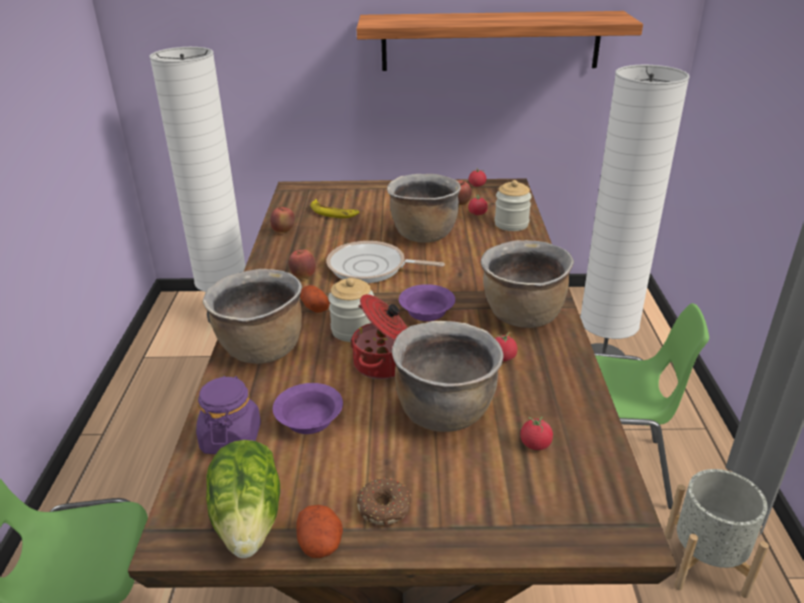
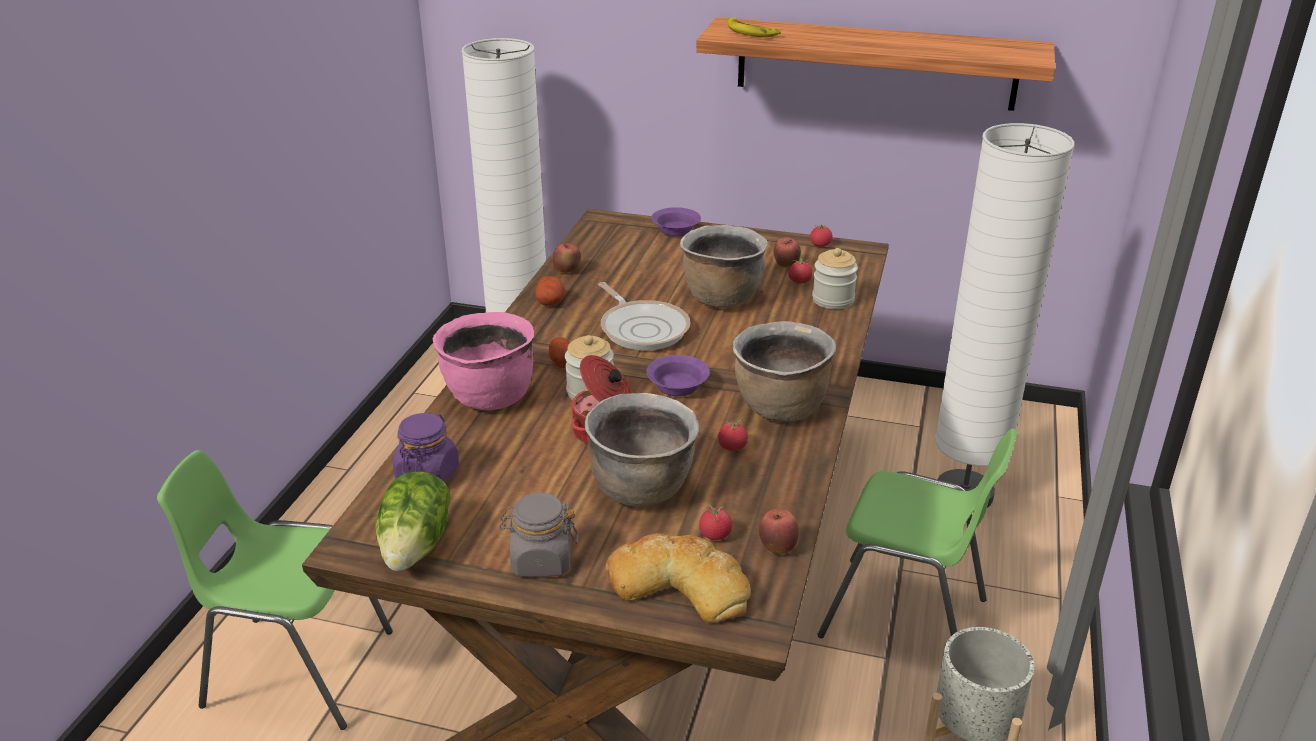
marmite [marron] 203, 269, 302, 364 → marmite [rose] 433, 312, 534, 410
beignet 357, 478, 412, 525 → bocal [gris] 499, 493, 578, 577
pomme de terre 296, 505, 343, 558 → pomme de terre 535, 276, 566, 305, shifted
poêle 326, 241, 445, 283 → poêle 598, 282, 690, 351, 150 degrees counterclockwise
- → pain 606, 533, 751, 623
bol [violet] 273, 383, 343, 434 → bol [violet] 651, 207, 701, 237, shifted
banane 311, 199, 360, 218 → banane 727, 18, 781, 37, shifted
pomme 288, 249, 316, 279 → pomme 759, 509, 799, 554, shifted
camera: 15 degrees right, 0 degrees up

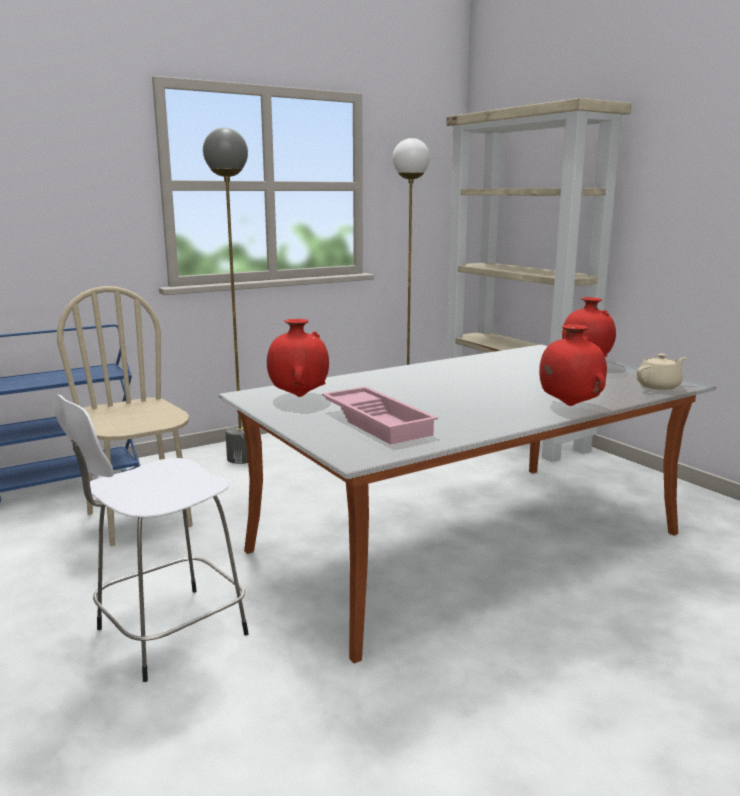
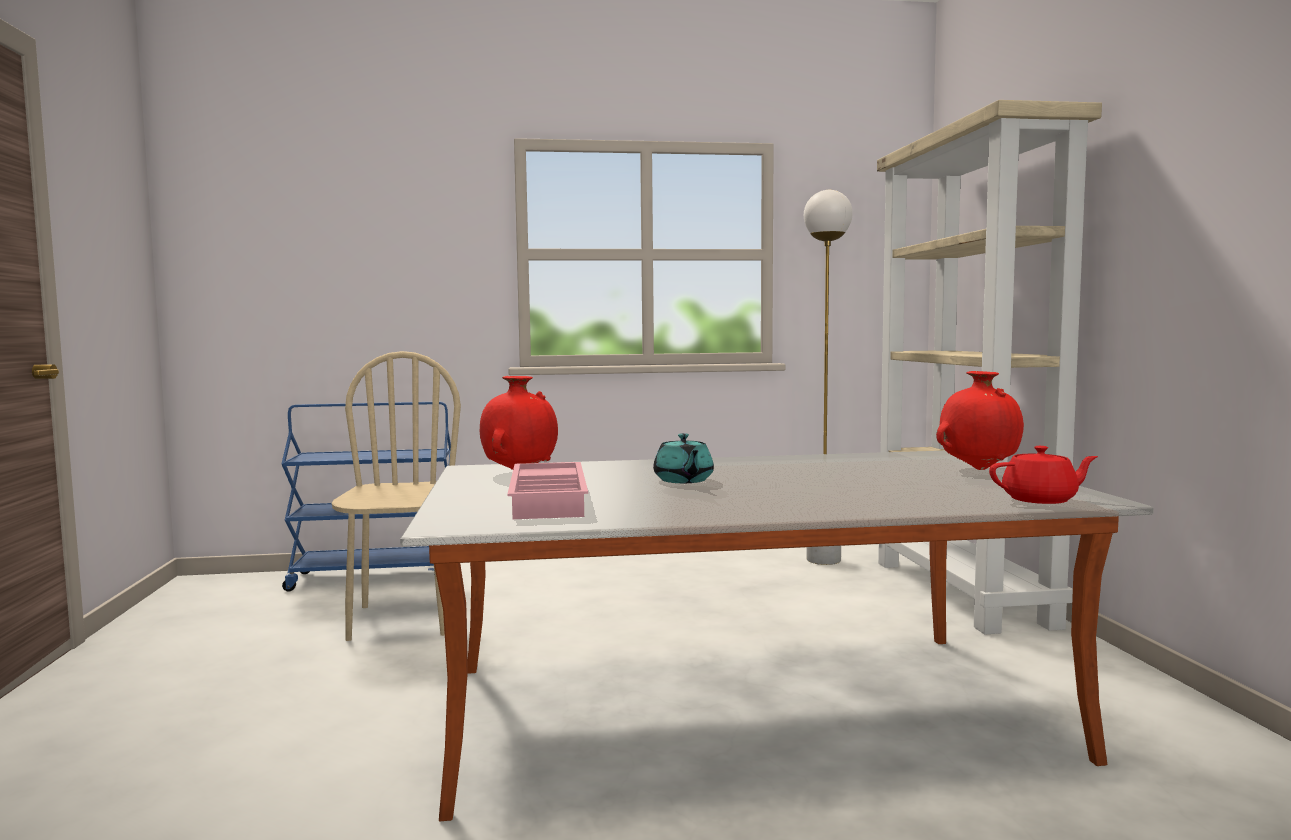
- → théière [turquoise] 653, 433, 714, 483
théière [beige] 637, 354, 686, 390 → théière [rouge] 989, 446, 1098, 504
tabouret [blanc] 53, 394, 249, 682 → -
lampadaire [gris] 203, 128, 248, 464 → -
vase [rouge] 539, 325, 607, 406 → -
camera: 25 degrees right, 10 degrees down

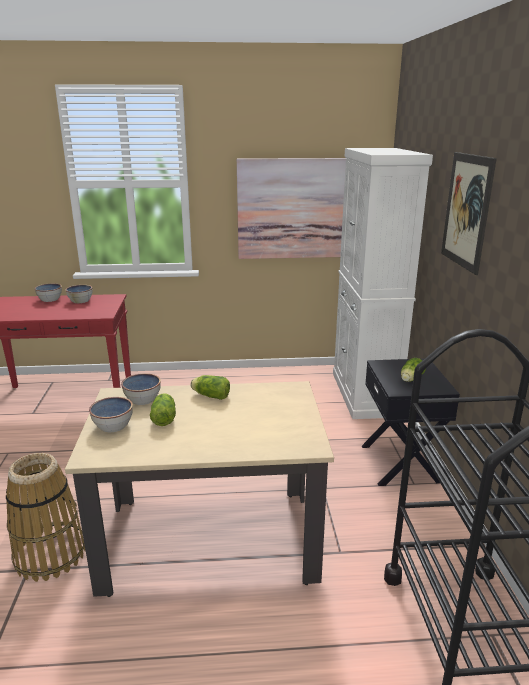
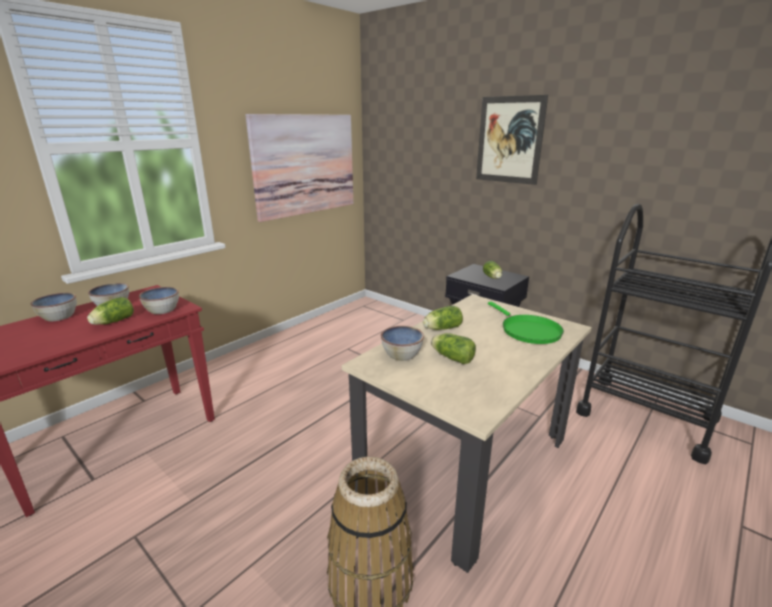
- → laitue 87, 297, 134, 325
bol 89, 397, 133, 432 → bol 139, 287, 179, 314, shifted
- → poêle [vert] 488, 302, 564, 344
meuble de rangement [blanc] 333, 148, 433, 419 → -
camera: 45 degrees left, 0 degrees up

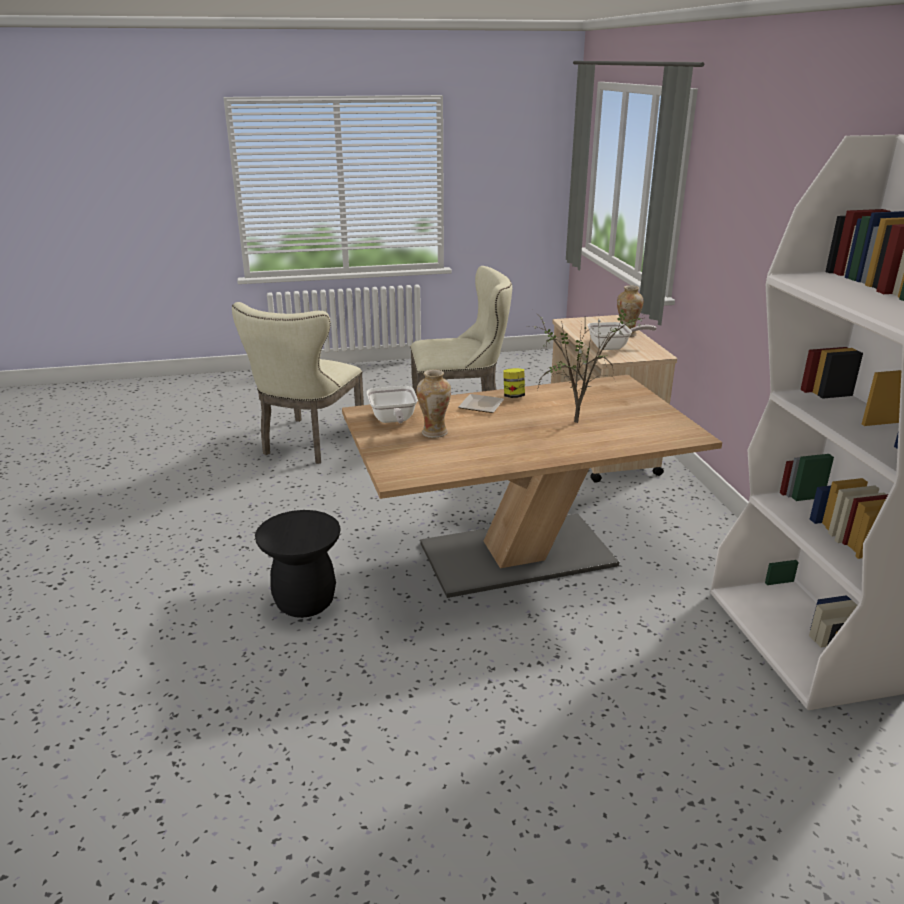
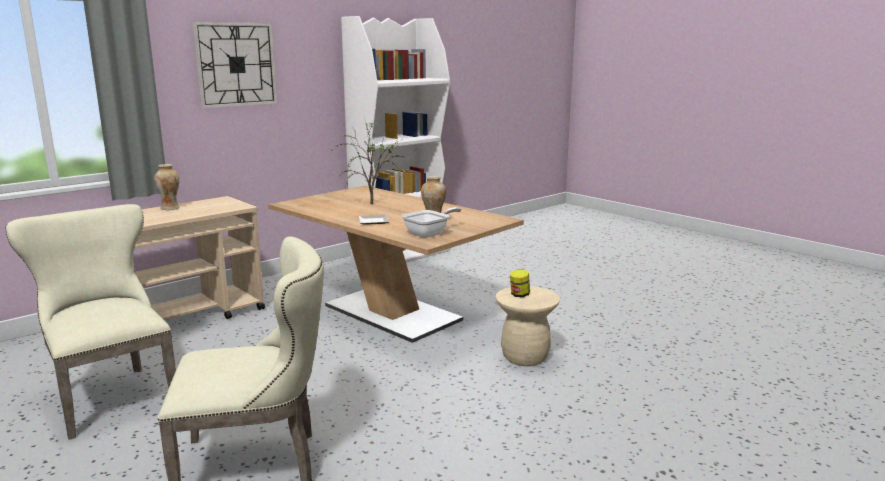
- → horloge murale 193, 22, 277, 108
tabouret [noir] 255, 510, 341, 618 → tabouret [beige] 496, 286, 560, 366
bocal 503, 368, 525, 398 → bocal 510, 269, 530, 297, shifted
poêle 588, 322, 656, 350 → -
camera: 120 degrees left, 10 degrees down

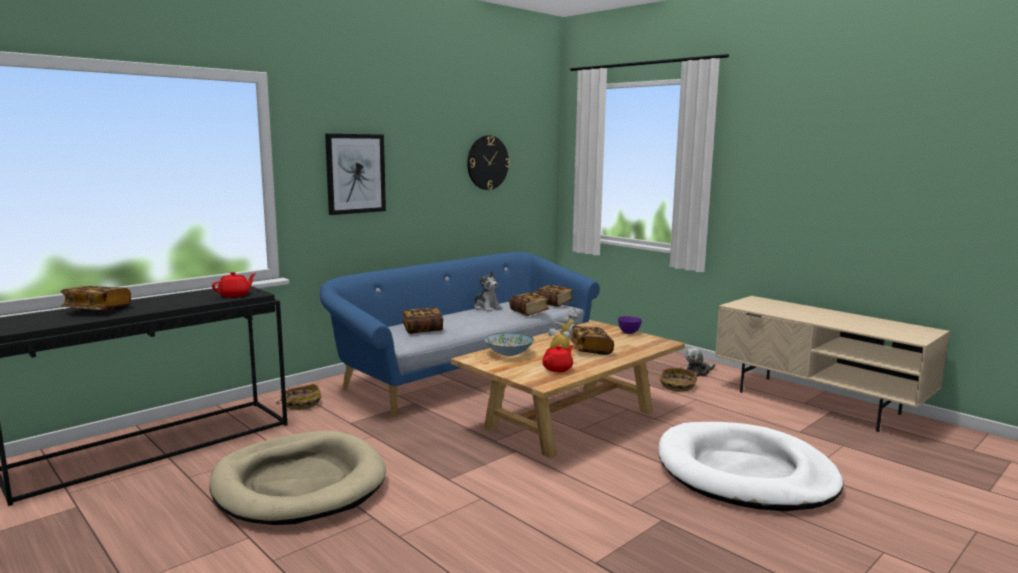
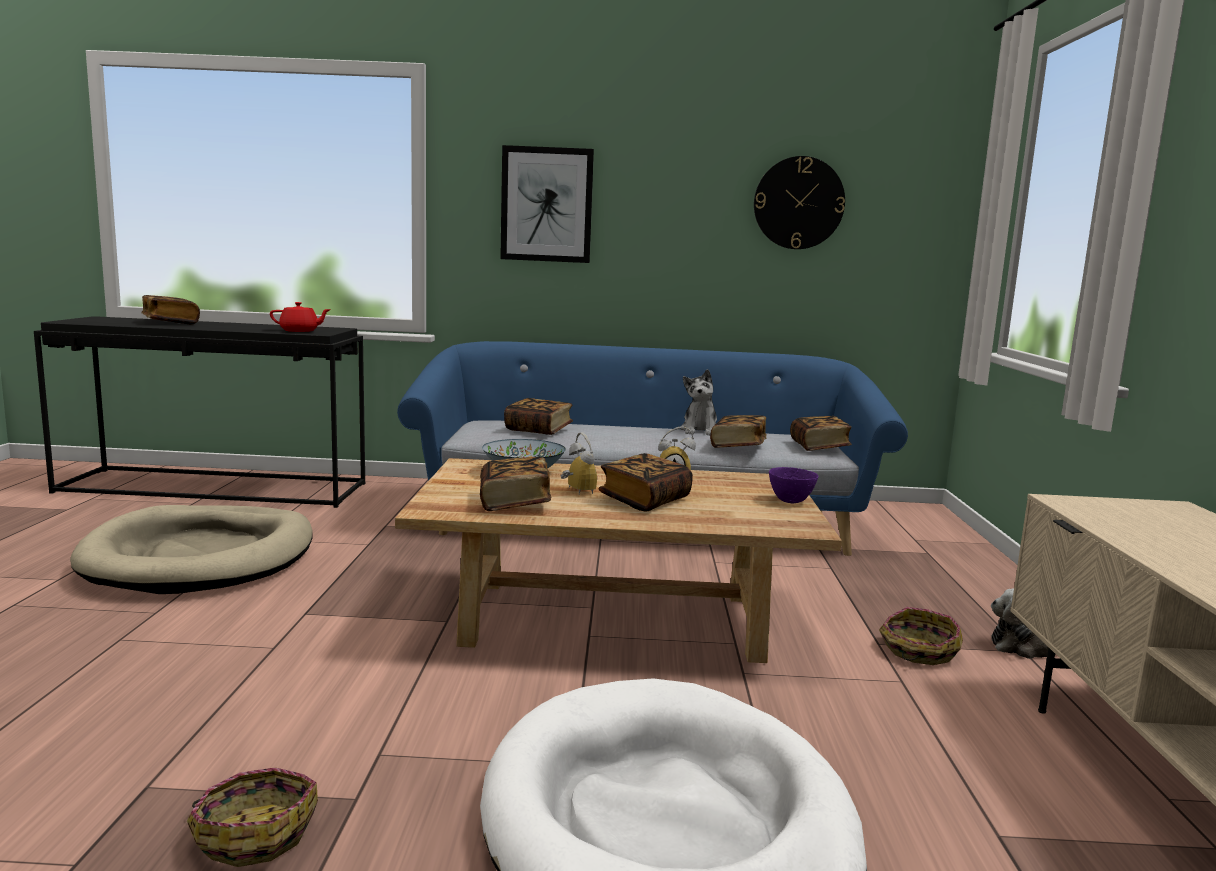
panier 276, 383, 322, 410 → panier 187, 767, 318, 867, shifted
théière [rouge] 542, 345, 573, 372 → livre 480, 457, 551, 511
camera: 45 degrees right, 0 degrees up

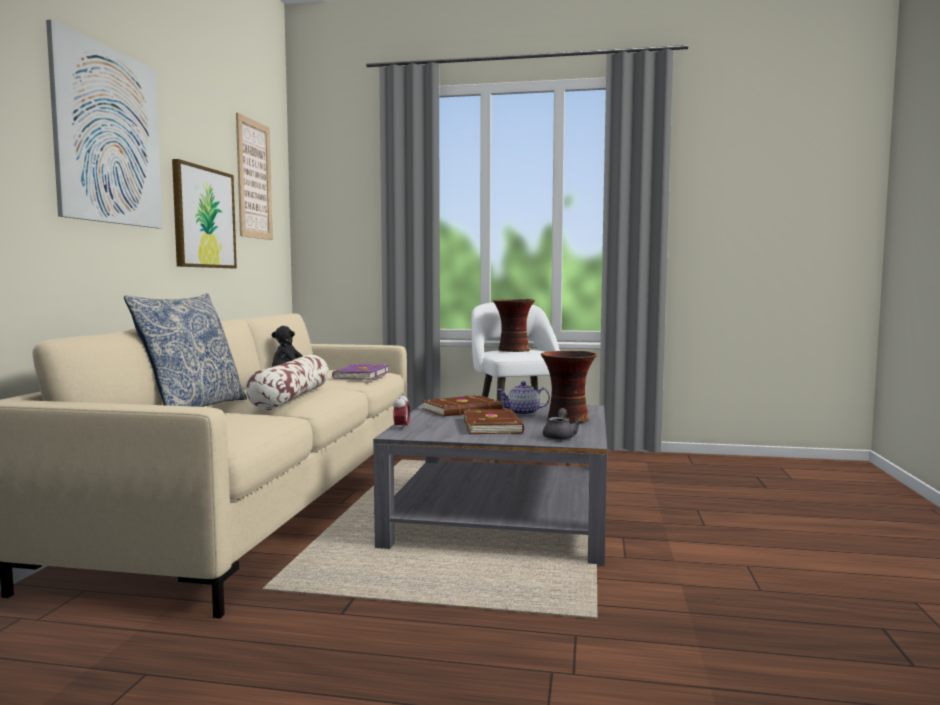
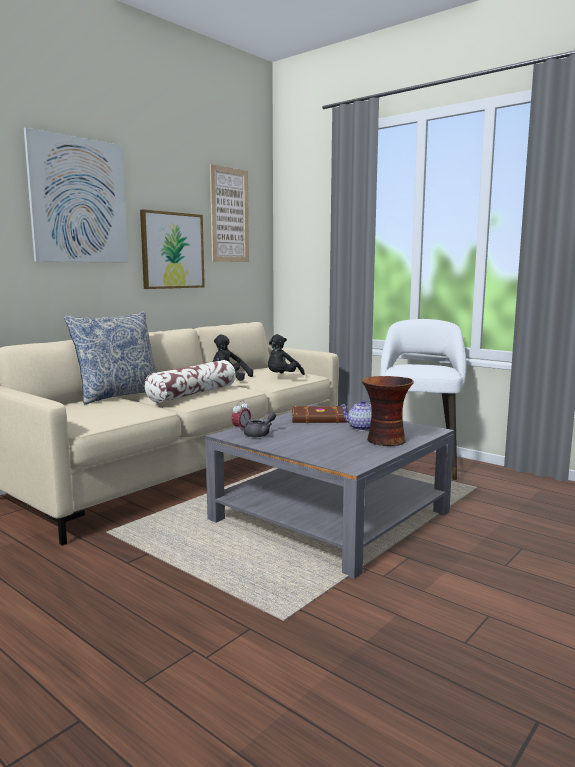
théière [gris] 543, 408, 582, 440 → théière [gris] 244, 412, 276, 437, shifted
livre [violet] 332, 364, 389, 380 → peluche [noir] 268, 334, 305, 375
livre [marron] 464, 409, 524, 434 → -
vase 493, 299, 535, 352 → -
camera: 30 degrees right, 5 degrees up

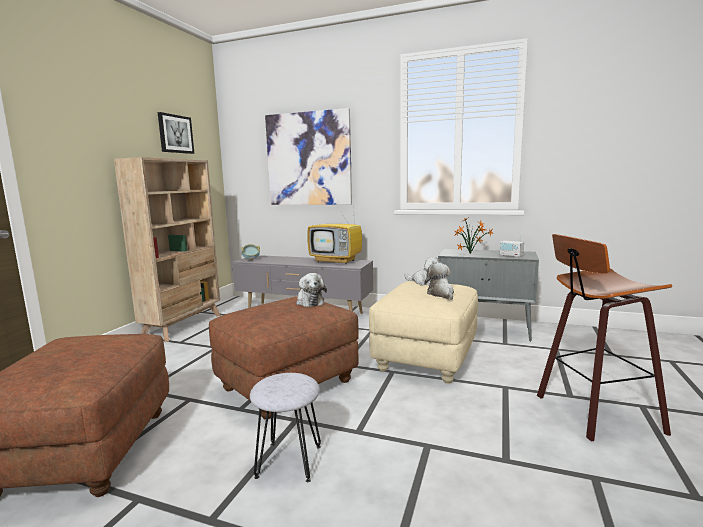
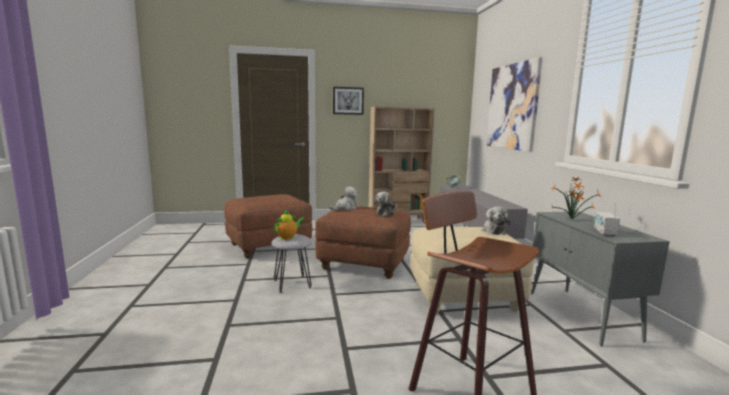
- → théière 274, 210, 304, 240
peluche 424, 263, 454, 300 → peluche 329, 186, 358, 210, shifted
tableau 158, 112, 194, 154 → tableau 333, 87, 364, 115, shifted
téléviseur 307, 208, 362, 264 → -
camera: 60 degrees right, 0 degrees up

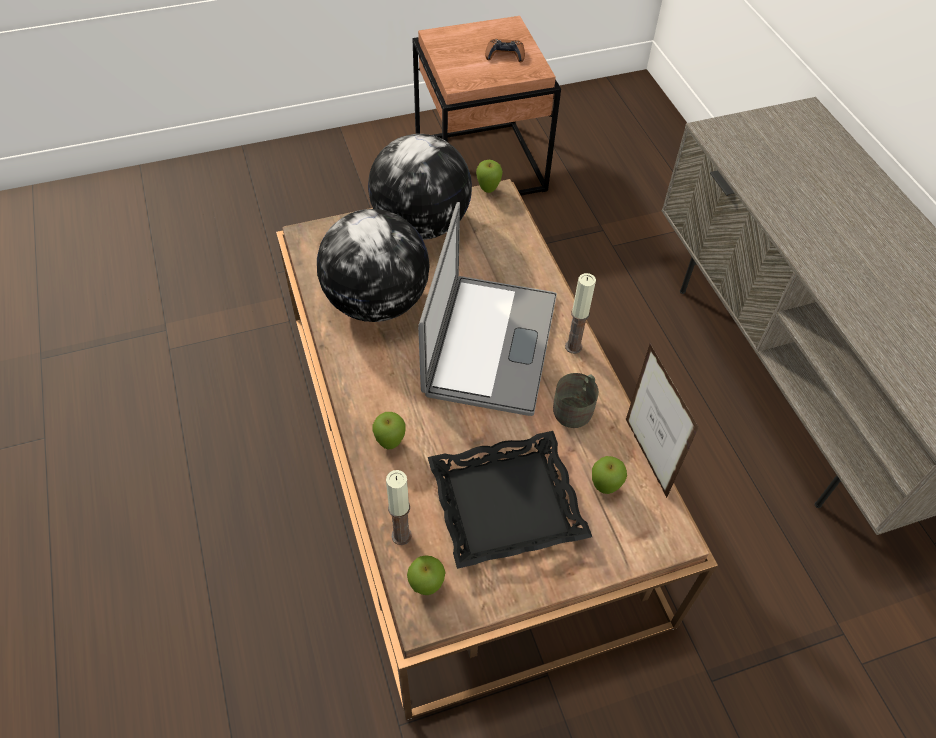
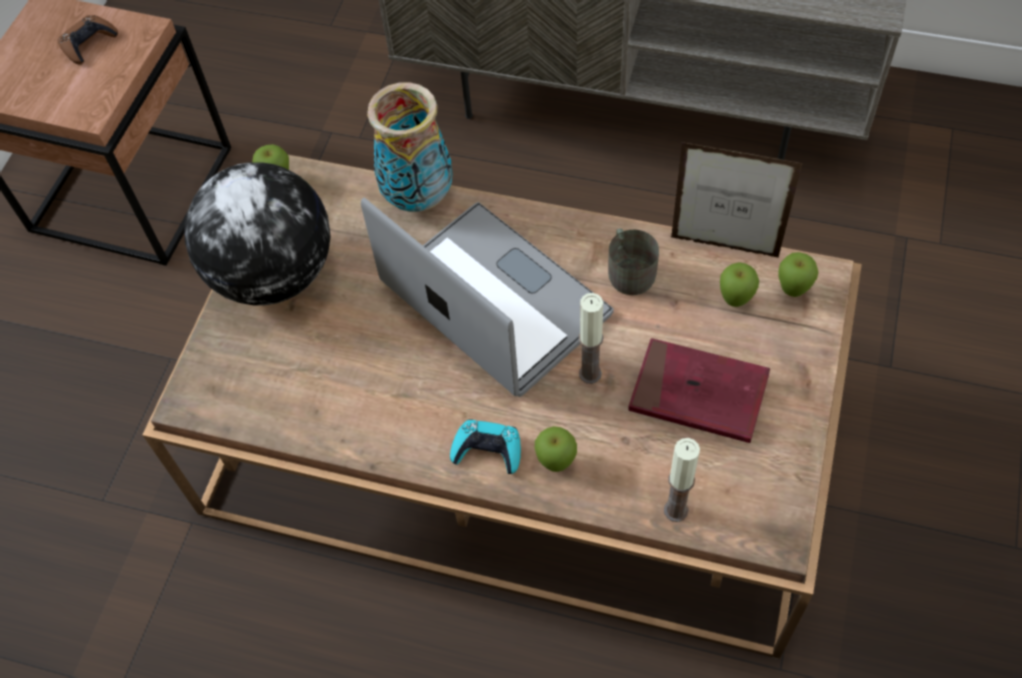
- → vase 367, 82, 452, 212
- → manette [turquoise] 450, 419, 521, 474
bougie 565, 273, 596, 354 → bougie 579, 293, 603, 384, shifted
plateau [noir] 428, 431, 592, 569 → livre [rouge] 629, 338, 770, 443
pomme 407, 555, 445, 595 → pomme 778, 252, 818, 297, shifted
globe 317, 209, 430, 322 → -
camera: 50 degrees left, 5 degrees up

